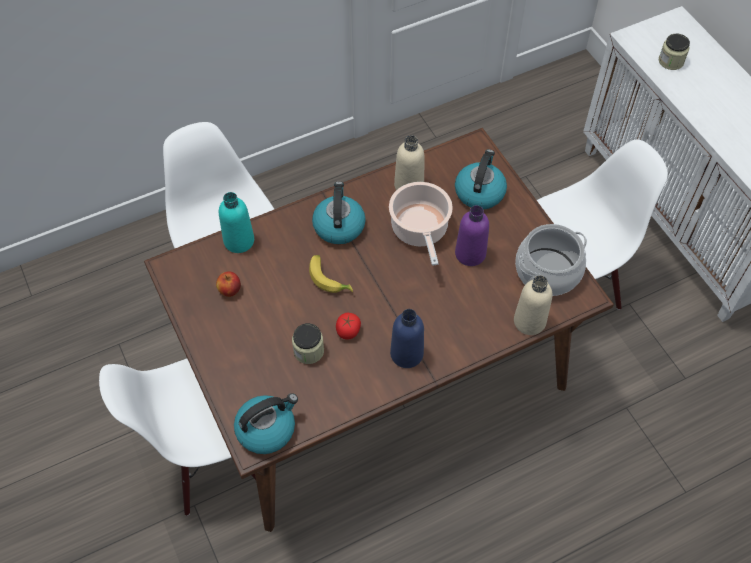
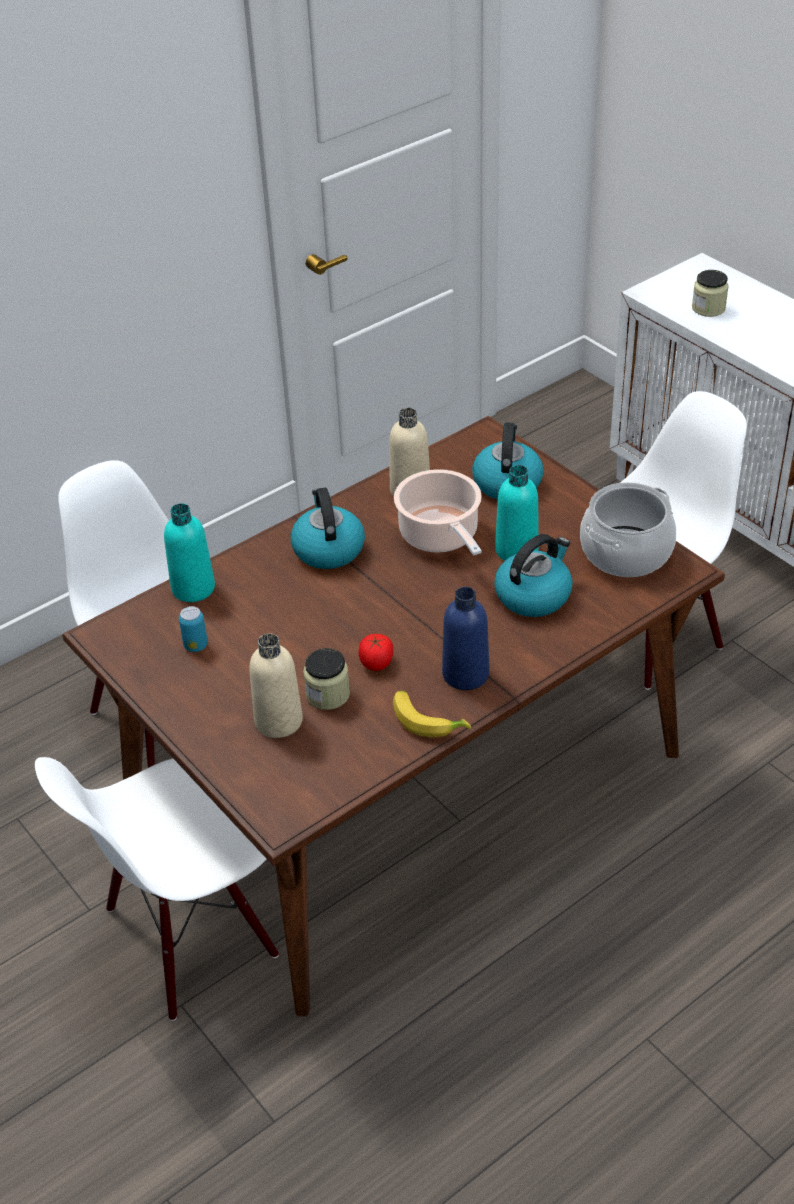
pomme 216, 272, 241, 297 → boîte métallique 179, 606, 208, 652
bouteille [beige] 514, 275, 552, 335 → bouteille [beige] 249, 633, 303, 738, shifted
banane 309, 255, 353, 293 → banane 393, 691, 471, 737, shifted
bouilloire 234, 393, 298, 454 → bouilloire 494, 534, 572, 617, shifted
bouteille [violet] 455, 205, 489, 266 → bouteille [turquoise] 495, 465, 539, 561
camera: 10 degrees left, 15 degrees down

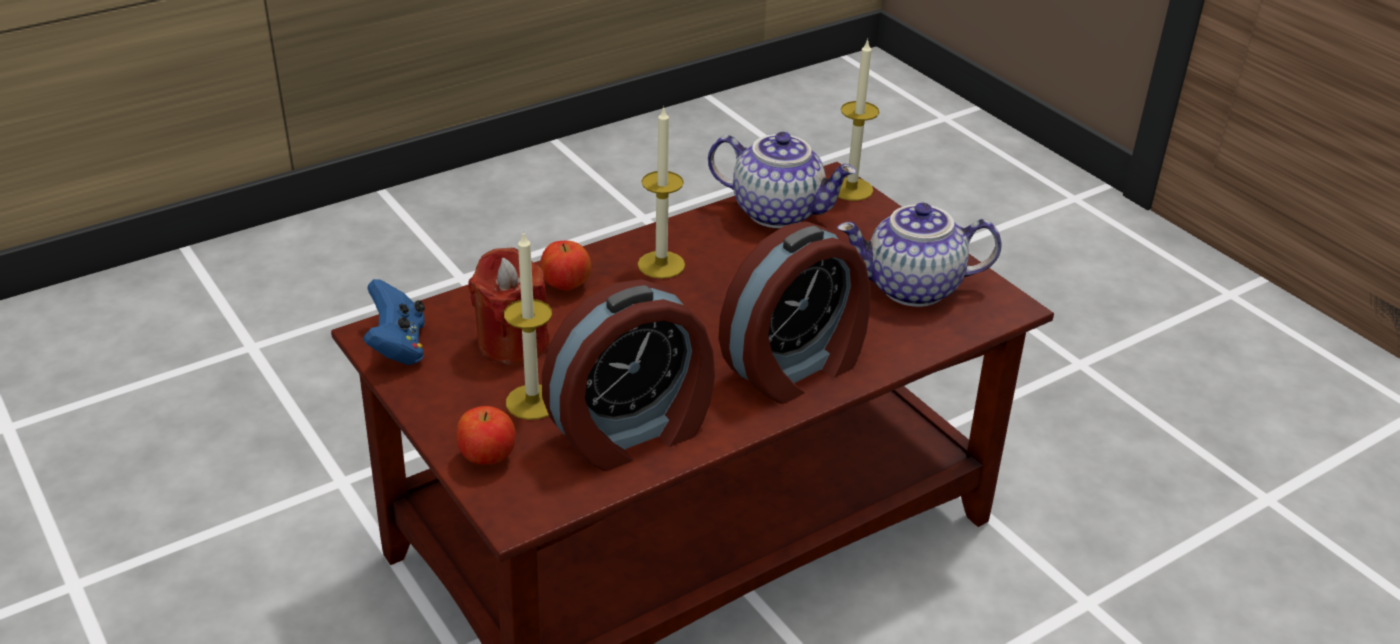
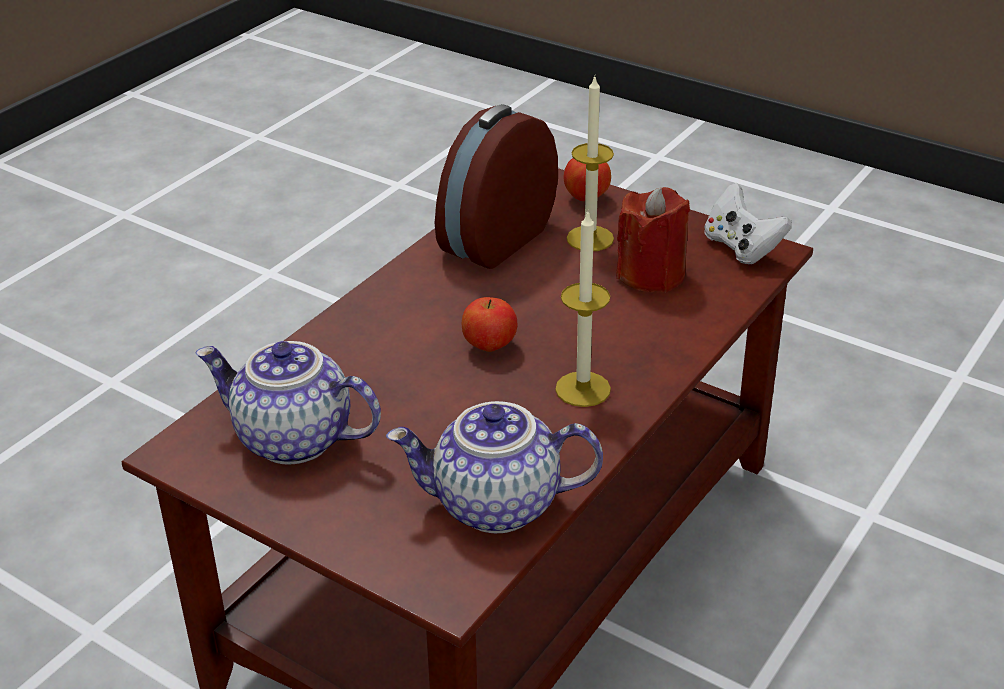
théière 837, 203, 1002, 307 → théière 195, 341, 381, 465, 135 degrees counterclockwise
pomme 540, 241, 591, 291 → pomme 462, 297, 517, 352, shifted
manette [bleu] 363, 279, 425, 365 → manette [blanc] 704, 183, 792, 264
réveil 718, 221, 870, 404 → -
bougie 838, 39, 879, 201 → -
camera: 160 degrees right, 0 degrees up

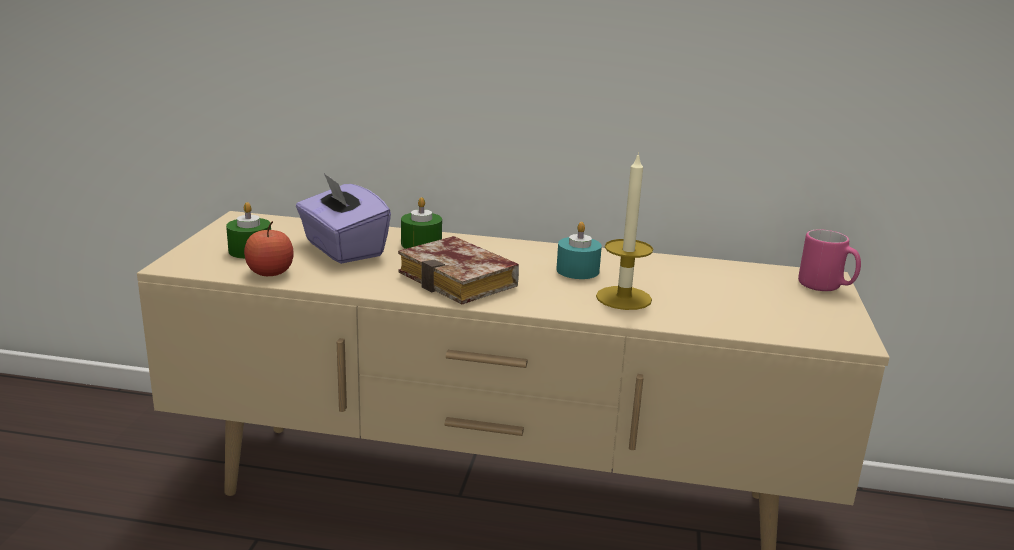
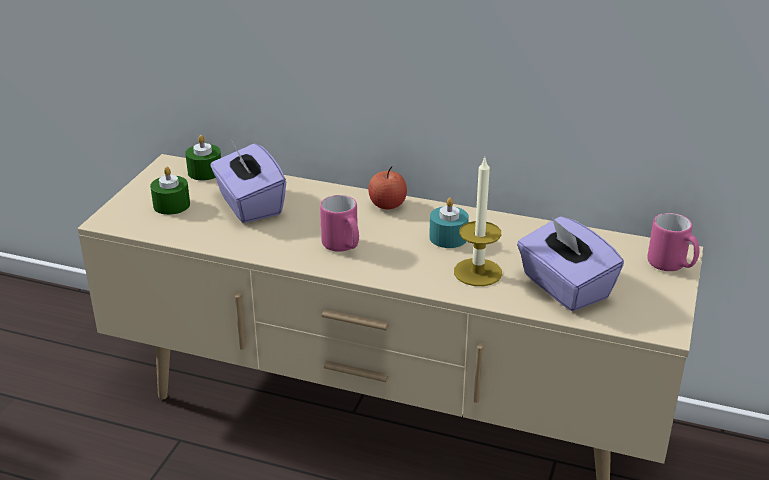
bougie [vert] 401, 197, 442, 249 → bougie [vert] 185, 135, 221, 180, shifted
livre 398, 236, 519, 304 → mug [rose] 320, 195, 359, 252
pomme 244, 221, 294, 276 → pomme 368, 166, 407, 209, shifted
- → boîte à mouchoirs [violet] 517, 216, 624, 311
camera: 10 degrees right, 10 degrees up

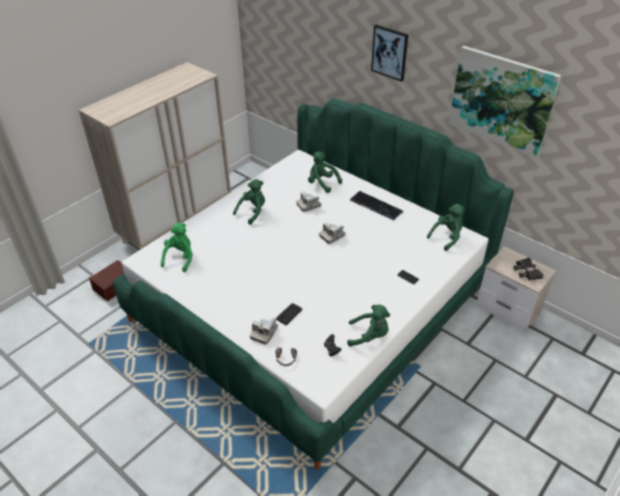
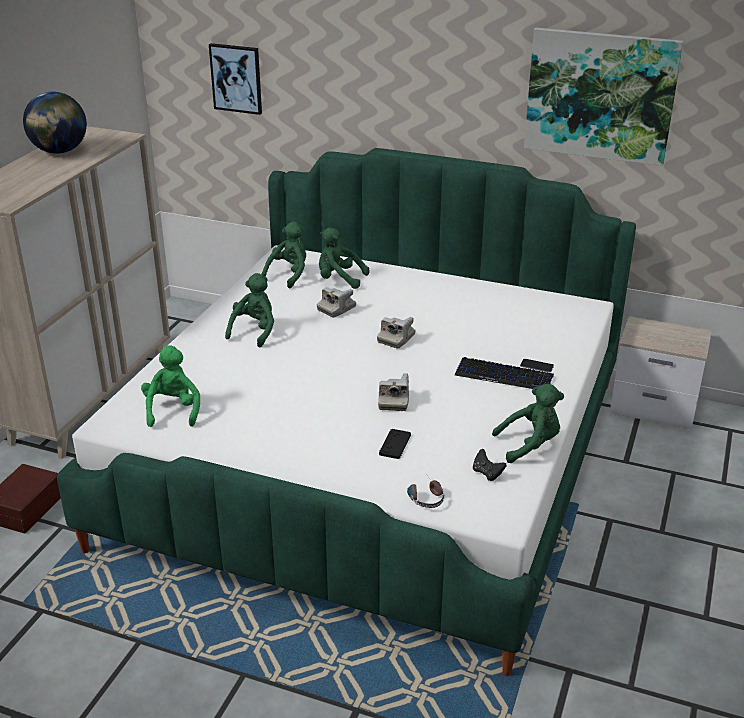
- → globe 23, 92, 87, 154
tableau 371, 25, 408, 82 → tableau 209, 43, 262, 115, shifted
peluche [vert] 427, 204, 465, 251 → peluche [vert] 261, 222, 306, 288, shifted
appareil photo 250, 318, 278, 345 → appareil photo 378, 373, 409, 411, shifted
clavier 350, 191, 403, 220 → clavier 455, 357, 554, 389, shifted
jumelles [noir] 513, 258, 543, 280 → -
camera: 20 degrees left, 10 degrees down

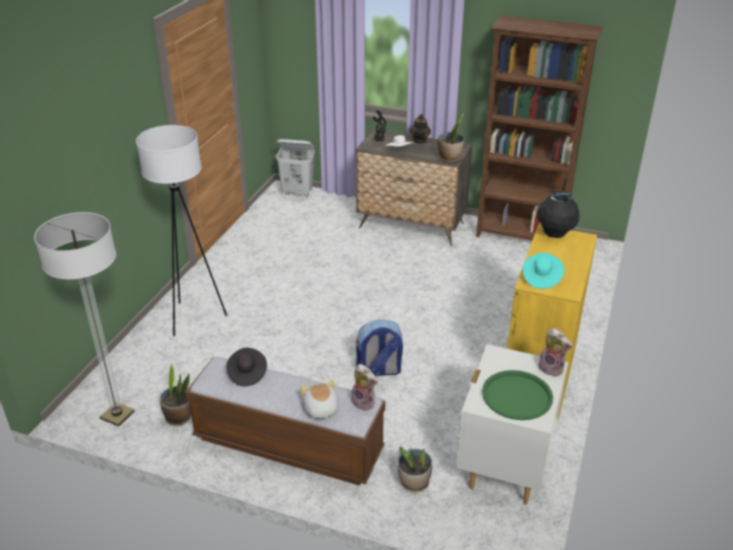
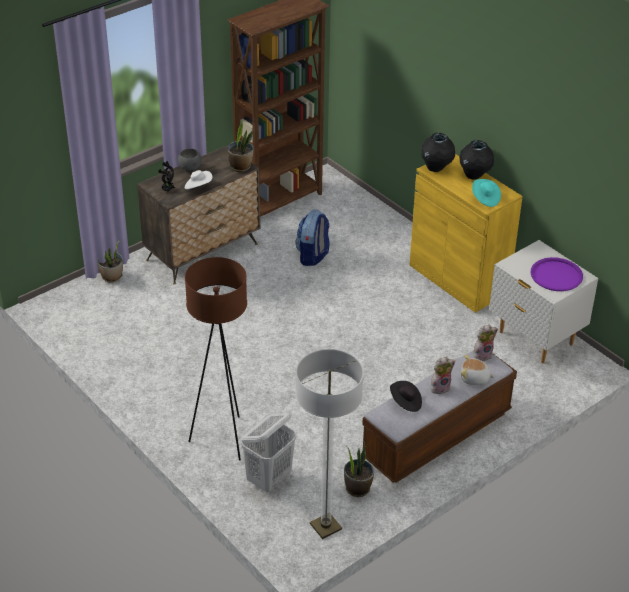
plante en pot 397, 446, 432, 493 → plante en pot 97, 241, 123, 283, shifted
théière 410, 114, 431, 143 → bol [gris] 178, 148, 202, 171
lampadaire [blanc] 136, 125, 227, 336 → lampadaire [marron] 185, 257, 247, 461
panier à linge [blanc] 276, 139, 315, 197 → panier à linge [blanc] 241, 413, 296, 492, shifted
sac à dos 356, 319, 403, 377 → sac à dos 296, 210, 330, 266, shifted
peluche 538, 328, 573, 377 → peluche 430, 357, 456, 394, shifted
- → vase [noir] 460, 140, 494, 180
plateau [vert] 482, 370, 553, 420 → plateau [violet] 530, 257, 583, 291
camera: 60 degrees left, 5 degrees up

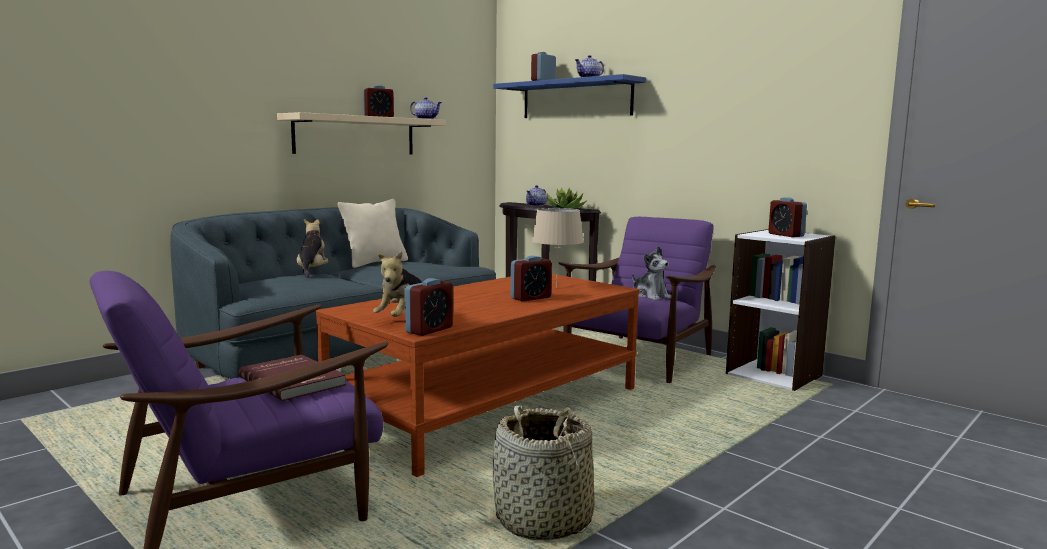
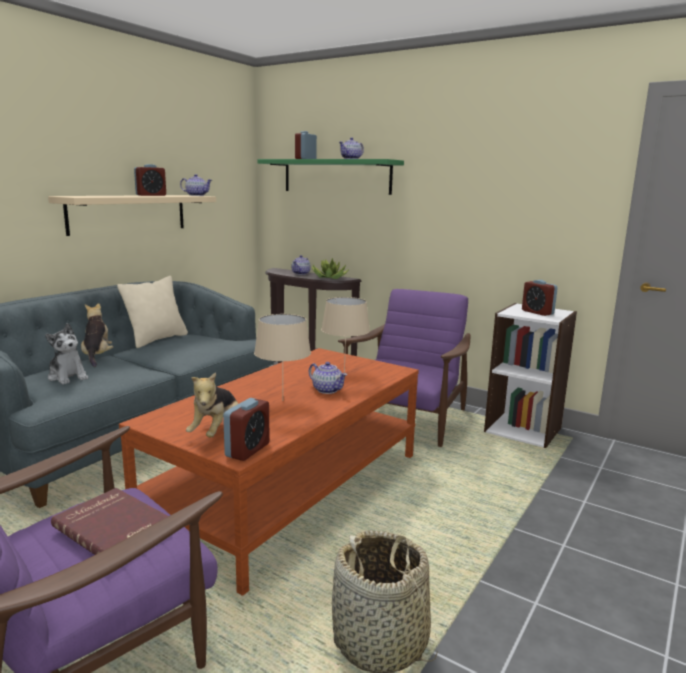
peluche 632, 246, 671, 300 → peluche 45, 323, 88, 384, shifted
- → lampe de table [beige] 254, 314, 311, 380
étagère [bleu] 493, 74, 646, 118 → étagère [vert] 257, 159, 404, 195
réveil 511, 256, 552, 302 → théière 309, 362, 348, 394
camera: 10 degrees left, 5 degrees up

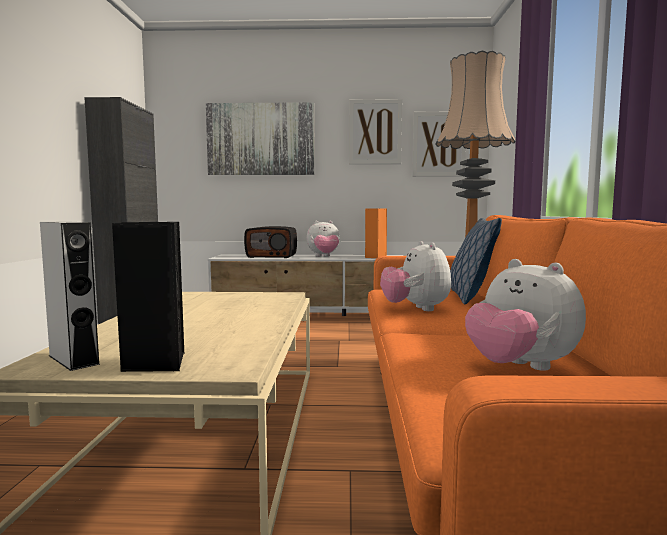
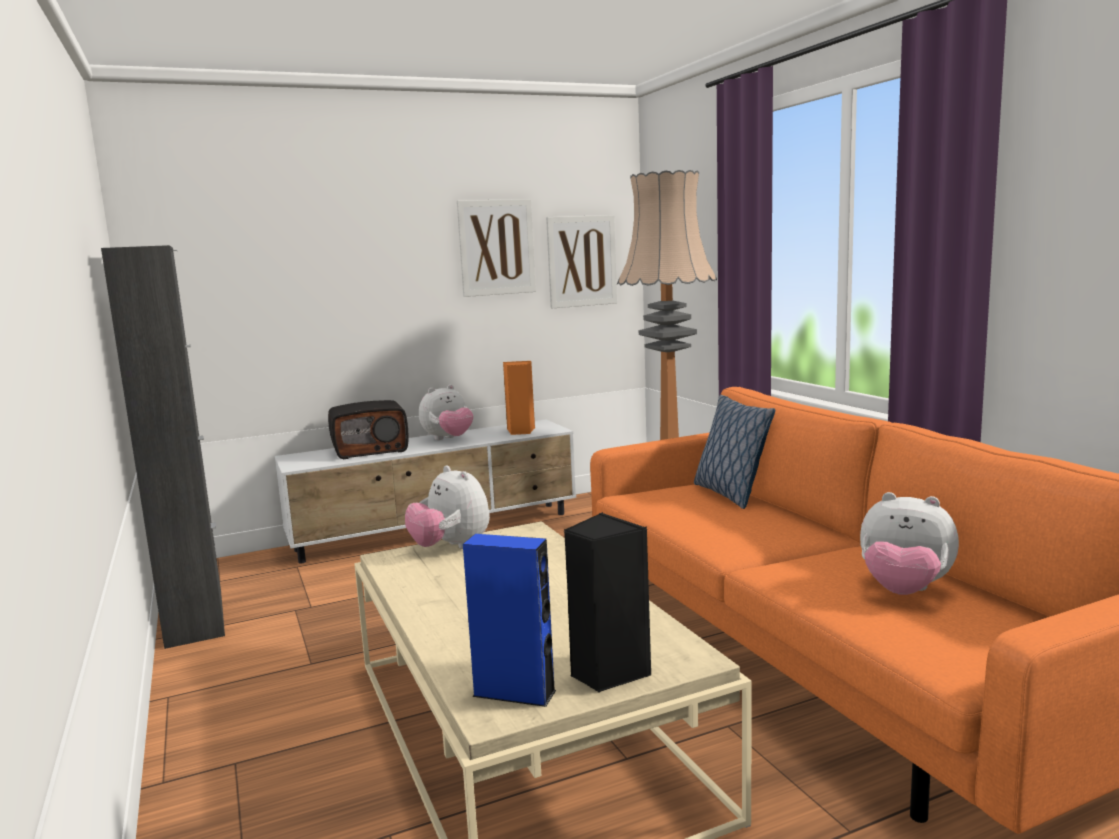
peluche 380, 241, 451, 311 → peluche 405, 465, 490, 549, shifted
enceinte [gris] 40, 221, 100, 371 → enceinte [bleu] 463, 534, 556, 707
tableau 206, 102, 315, 175 → -
camera: 25 degrees left, 5 degrees up

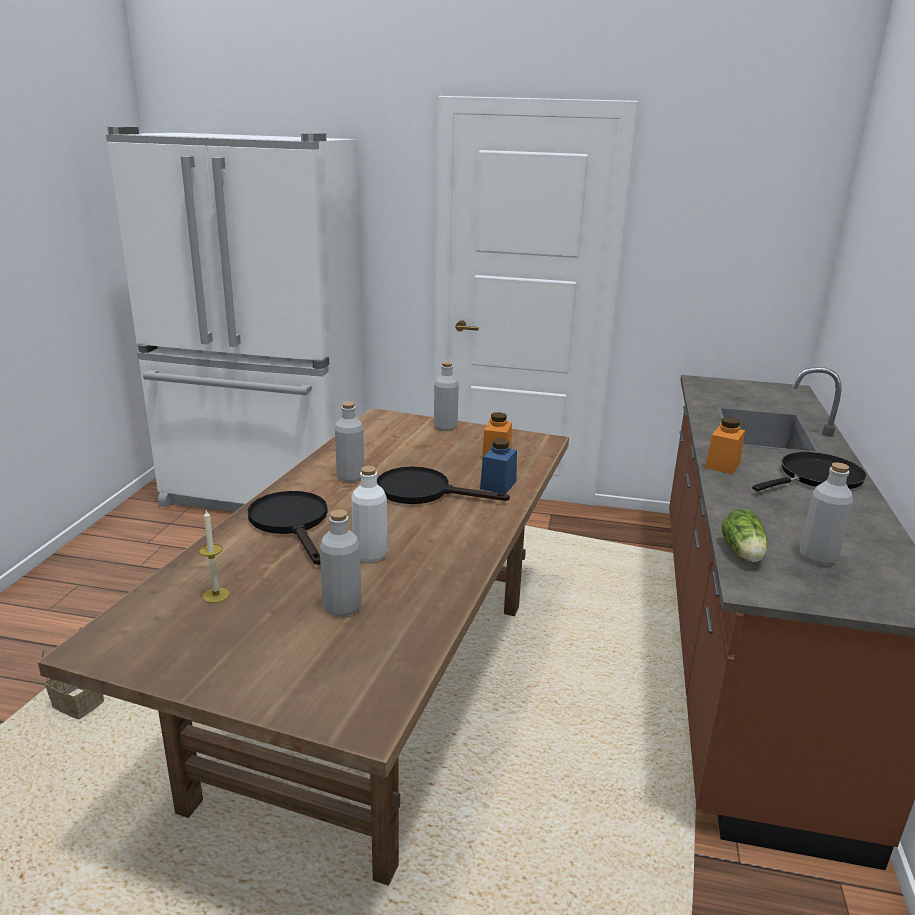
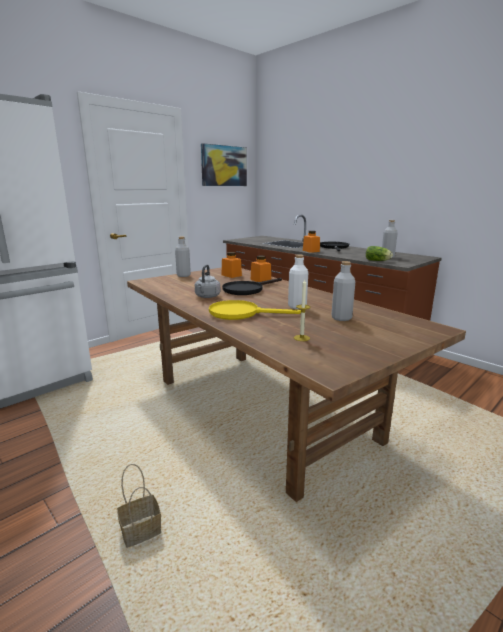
bouteille [gris] 335, 402, 364, 482 → bouilloire [gris] 195, 265, 220, 298
- → tableau 201, 143, 247, 186
poêle [noir] 248, 491, 328, 565 → poêle [jaune] 209, 300, 301, 320
bocal [bleu] 480, 438, 517, 494 → bocal [orange] 251, 256, 271, 282
camera: 55 degrees left, 5 degrees down

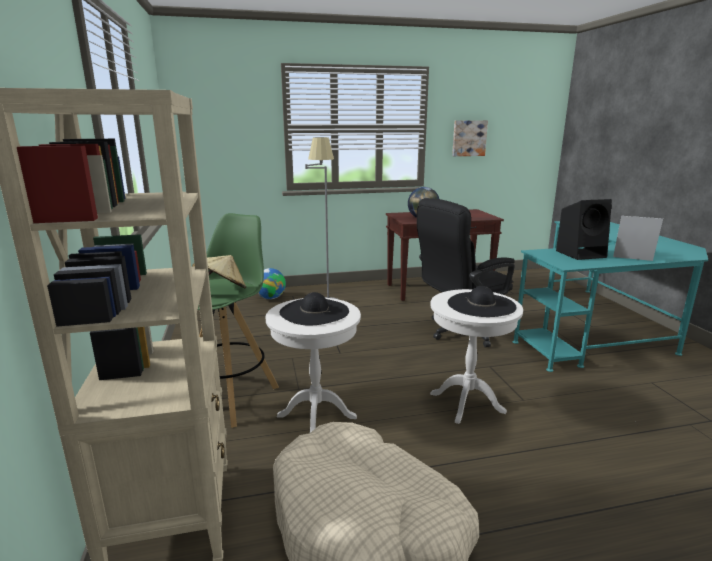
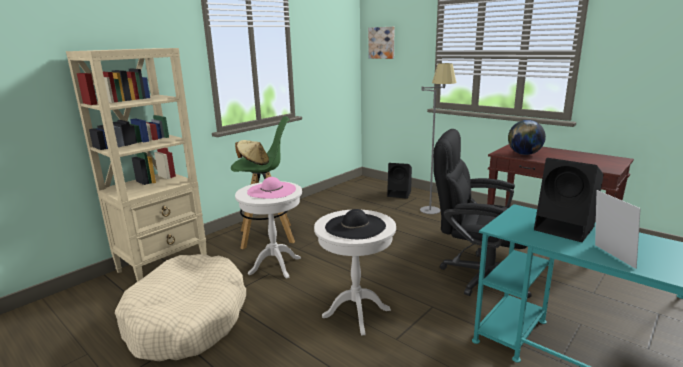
chapeau [noir] 279, 292, 349, 325 → chapeau [rose] 247, 177, 296, 199
tableau 452, 120, 488, 156 → tableau 368, 27, 394, 59, shifted
globe 258, 268, 286, 299 → enceinte [noir] 387, 163, 412, 199
camera: 55 degrees right, 0 degrees up

